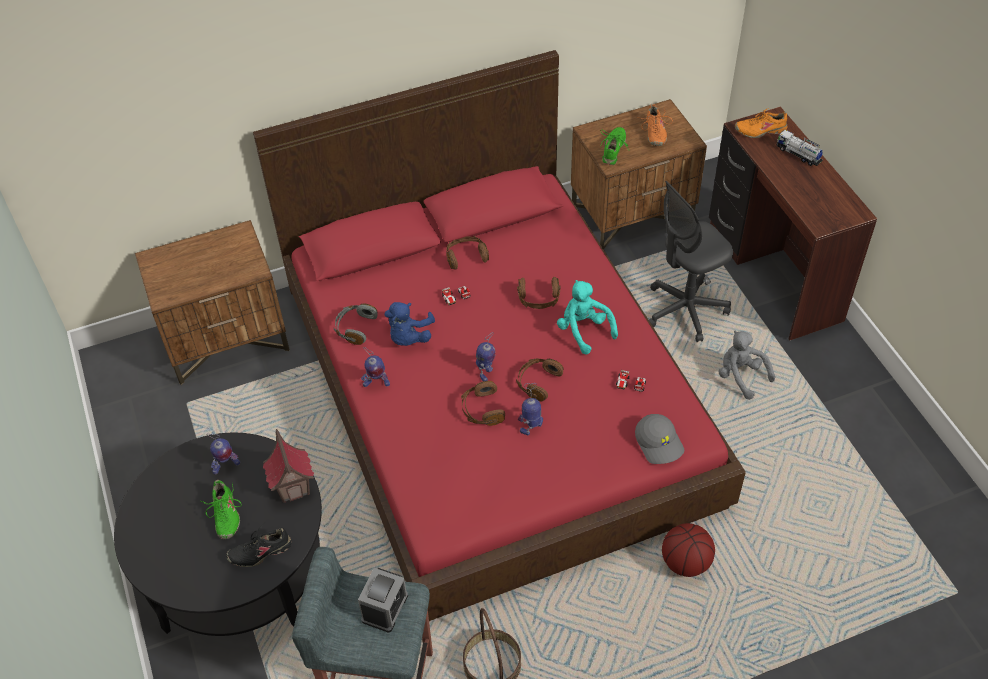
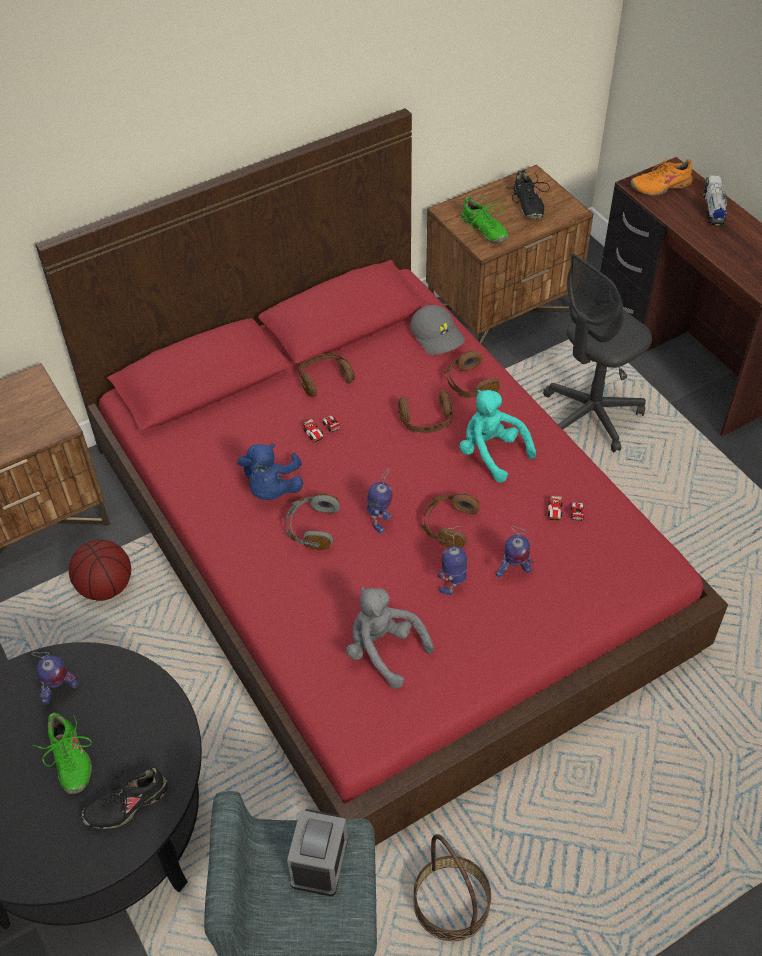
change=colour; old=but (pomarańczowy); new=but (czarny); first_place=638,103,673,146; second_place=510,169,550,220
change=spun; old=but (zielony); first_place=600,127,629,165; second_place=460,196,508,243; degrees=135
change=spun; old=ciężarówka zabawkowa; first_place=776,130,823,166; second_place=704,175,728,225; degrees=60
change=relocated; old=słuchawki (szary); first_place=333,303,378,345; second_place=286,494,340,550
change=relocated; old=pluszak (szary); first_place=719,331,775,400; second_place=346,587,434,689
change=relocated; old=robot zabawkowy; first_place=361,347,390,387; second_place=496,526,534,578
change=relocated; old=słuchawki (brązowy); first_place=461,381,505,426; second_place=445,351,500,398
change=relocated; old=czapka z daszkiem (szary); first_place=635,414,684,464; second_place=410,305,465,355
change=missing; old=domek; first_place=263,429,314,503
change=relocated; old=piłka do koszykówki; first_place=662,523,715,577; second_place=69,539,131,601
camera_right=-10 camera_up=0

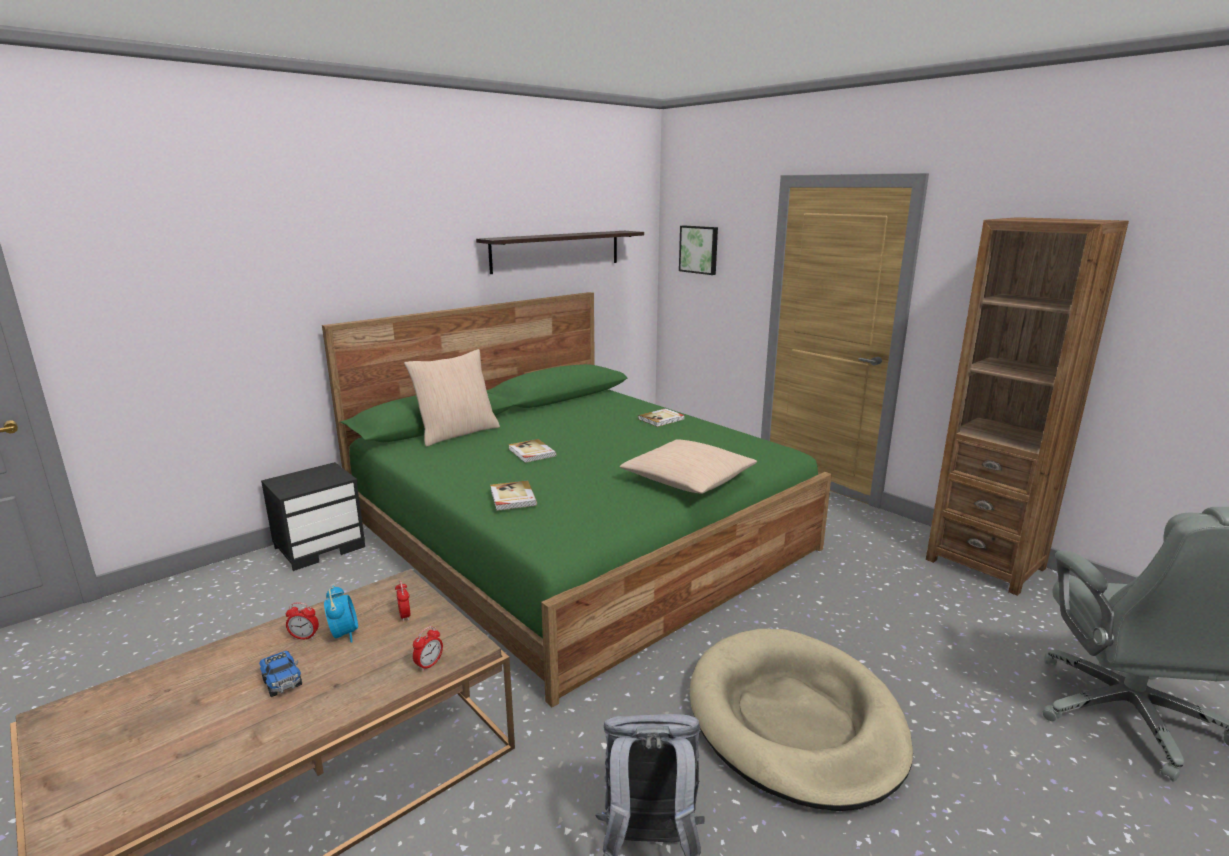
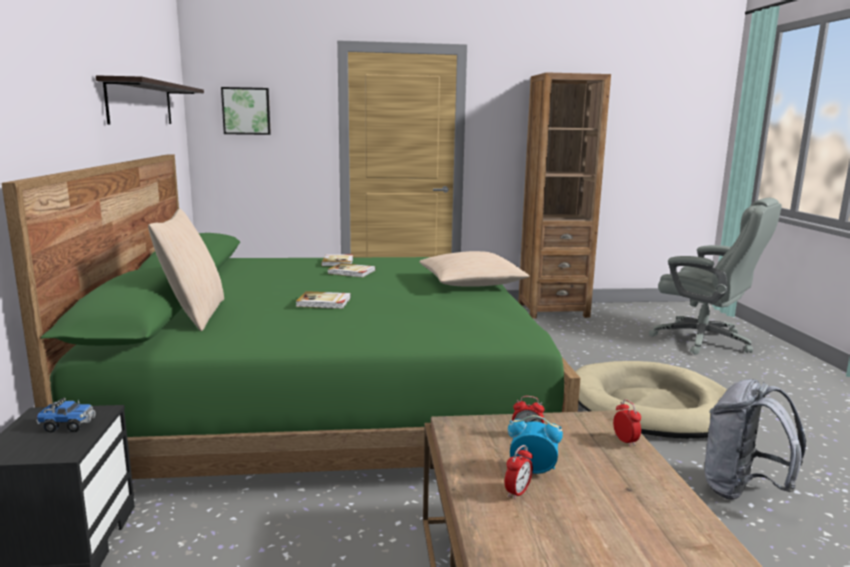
change=relocated; old=książka; first_place=490,481,537,511; second_place=327,263,376,277
change=relocated; old=ciężarówka zabawkowa; first_place=259,651,302,697; second_place=36,398,95,433
camera_right=-55 camera_up=-5

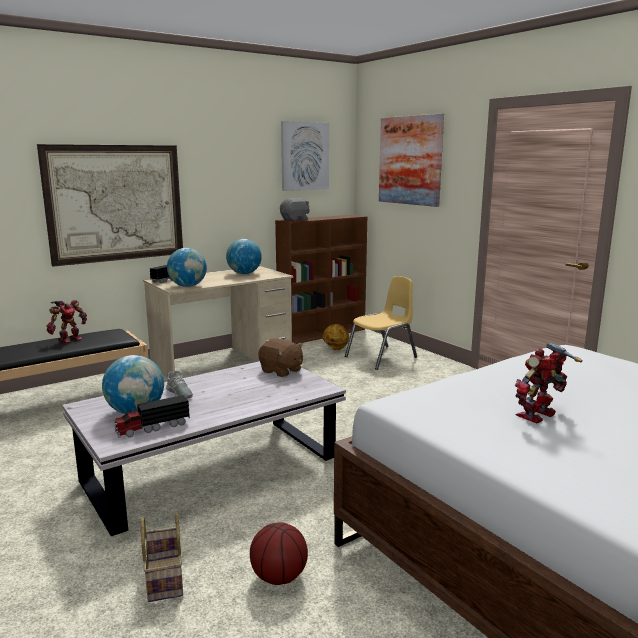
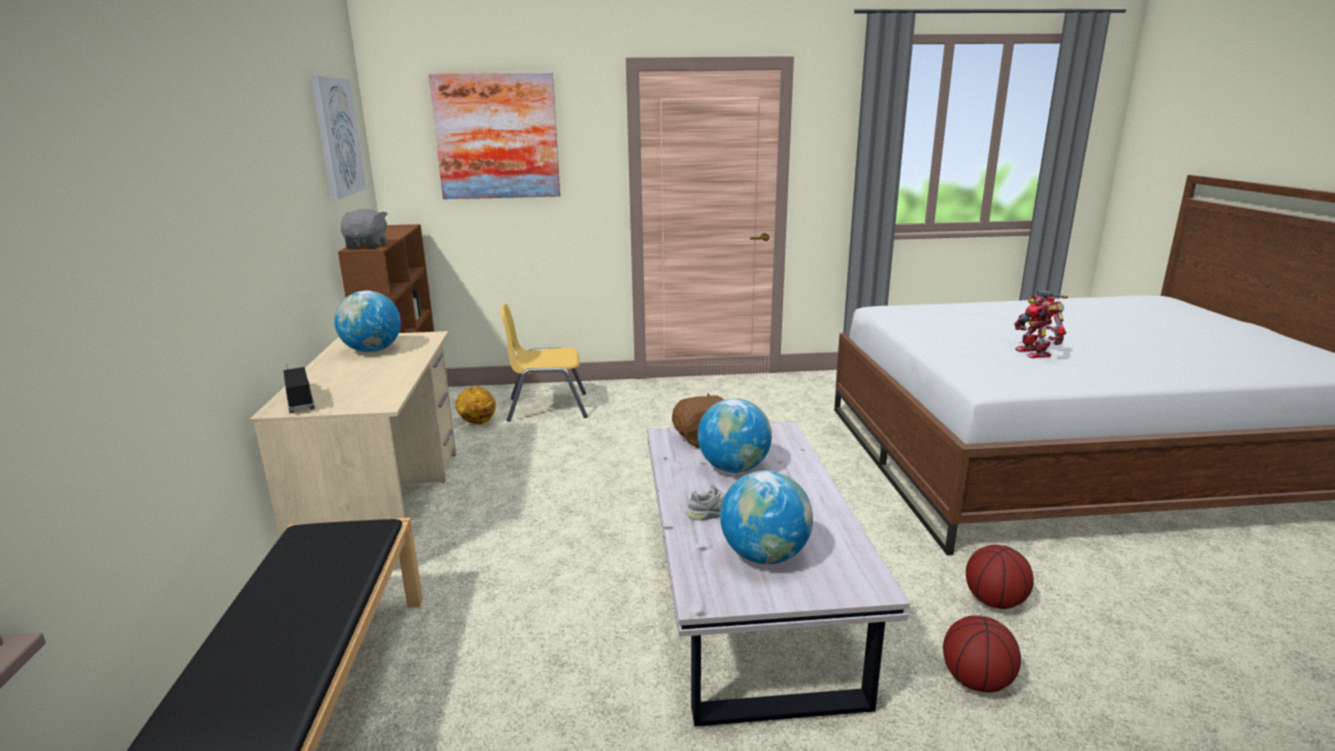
change=missing; old=obraz; first_place=37,144,183,267
change=relocated; old=globus; first_place=167,248,207,287; second_place=697,398,772,473
change=spun; old=krzesło (żółty); first_place=345,276,417,370; second_place=500,304,588,422; degrees=-90
change=missing; old=robot zabawkowy; first_place=46,300,87,343
change=missing; old=ciężarówka zabawkowa; first_place=113,395,190,438
change=exchanged; old=koszyk; new=piłka do koszykówki; first_place=141,512,183,602; second_place=943,615,1021,693
camera_right=-60 camera_up=5

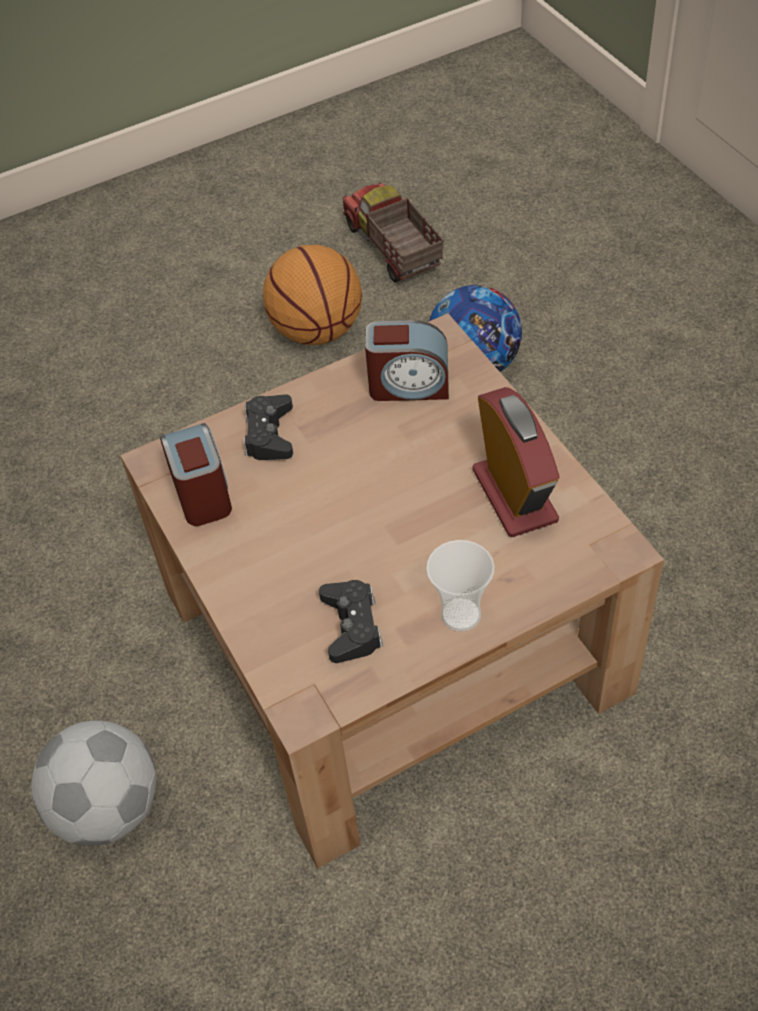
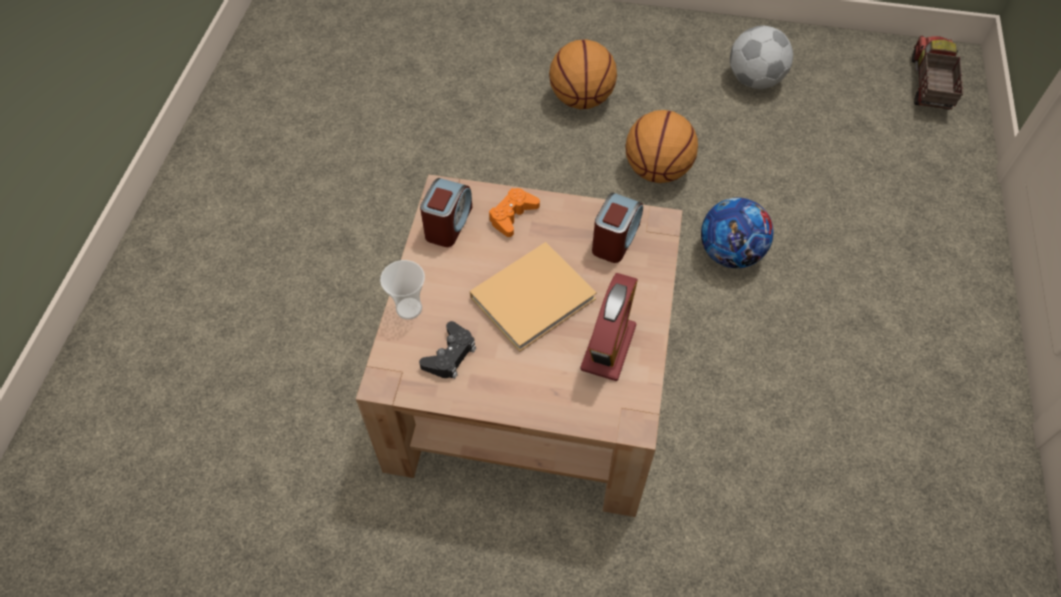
change=relocated; old=ciężarówka zabawkowa; first_place=343,183,444,283; second_place=912,36,963,110
change=spun; old=budzik; first_place=365,320,449,401; second_place=592,192,643,263; degrees=-105
change=colour; old=pad do gier (czarny); new=pad do gier (pomarańczowy); first_place=244,394,293,460; second_place=489,188,540,237
change=relocated; old=filiżanka; first_place=426,540,494,631; second_place=380,260,425,320
change=relocated; old=piłka futbolowa; first_place=31,720,157,846; second_place=730,26,793,89
change=appeared; new=piłka do koszykówki; second_place=549,39,617,109
change=appeared; new=książka (beżowy); second_place=470,242,597,352
camera_right=35 camera_up=5

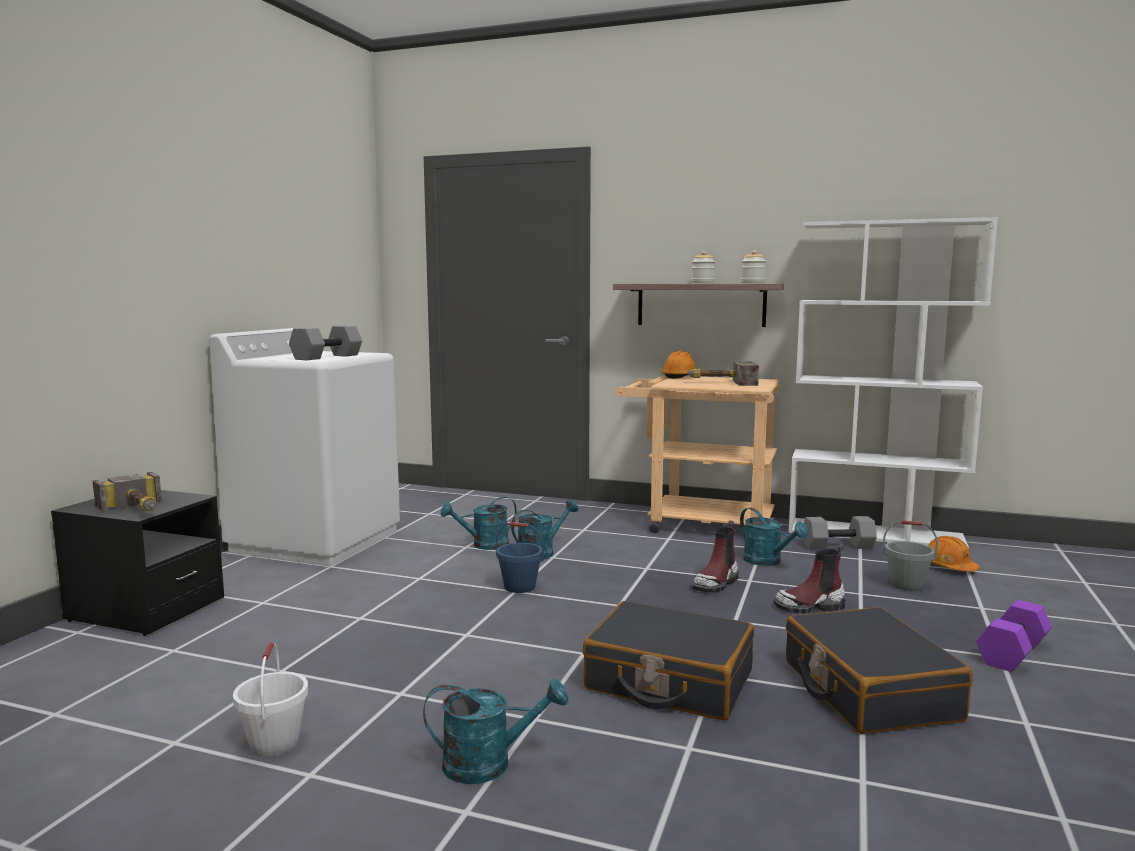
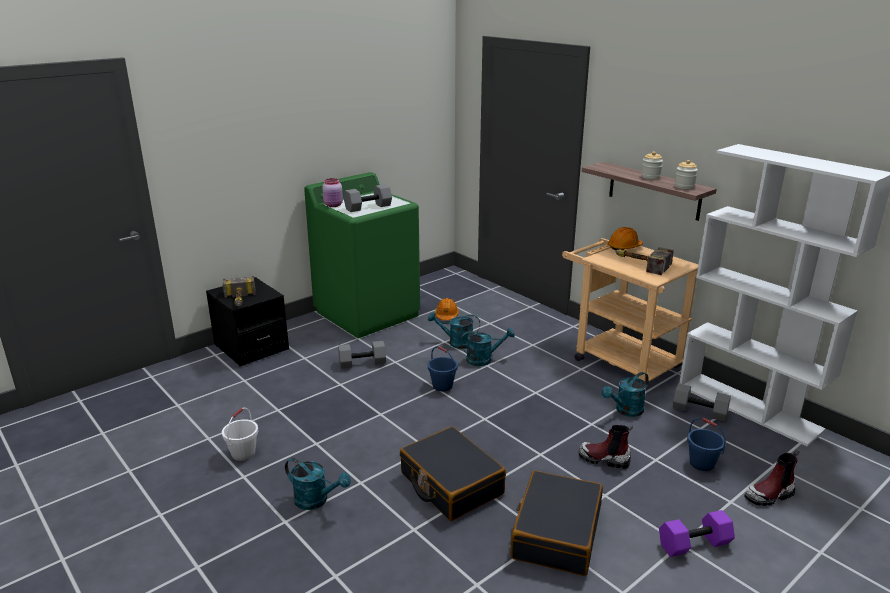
change=colour; old=pralka (biały); new=pralka (zielony); first_place=209,328,400,566; second_place=304,172,420,338
change=spun; old=konewka (turkusowy); first_place=740,508,808,566; second_place=602,372,649,417; degrees=60
change=relocated; old=but z cholewką; first_place=692,520,739,593; second_place=744,449,800,506
change=colour; old=wiadro (szary); new=wiadro (niebieski); first_place=882,520,938,591; second_place=687,418,726,471
change=relocated; old=kask (pomarańczowy); first_place=928,536,980,571; second_place=435,298,459,320
change=appeared; new=słoik (różowy); second_place=322,178,343,207
change=appeared; new=hantel (szary); second_place=338,341,386,369
camera_right=30 camera_up=15

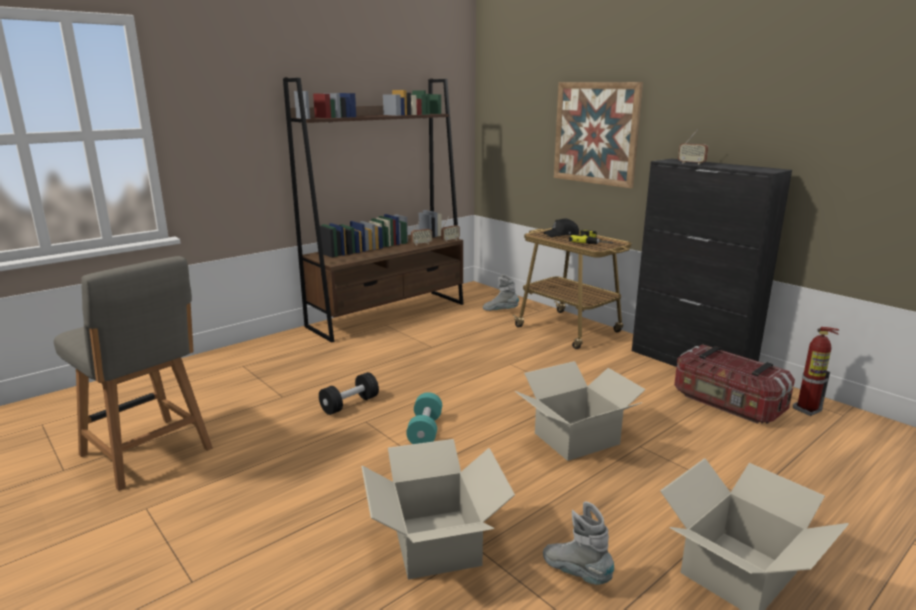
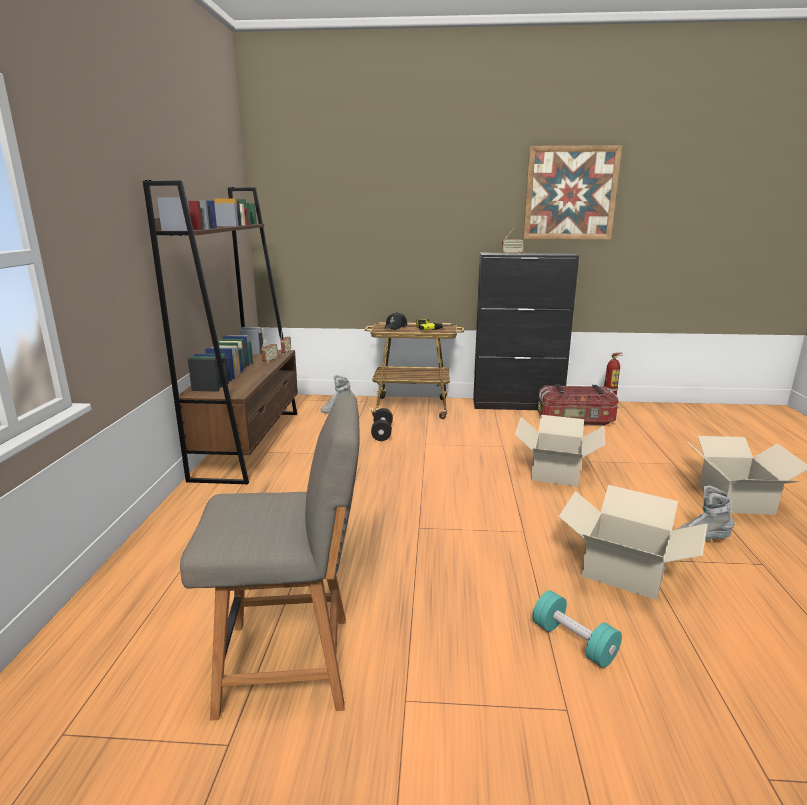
change=relocated; old=obraz; first_place=554,82,643,188; second_place=523,145,622,239
change=relocated; old=hantel (czarny); first_place=319,372,379,415; second_place=371,408,393,441
change=relocated; old=hantel (turkusowy); first_place=406,392,442,444; second_place=532,590,622,668
camera_right=-45 camera_up=0

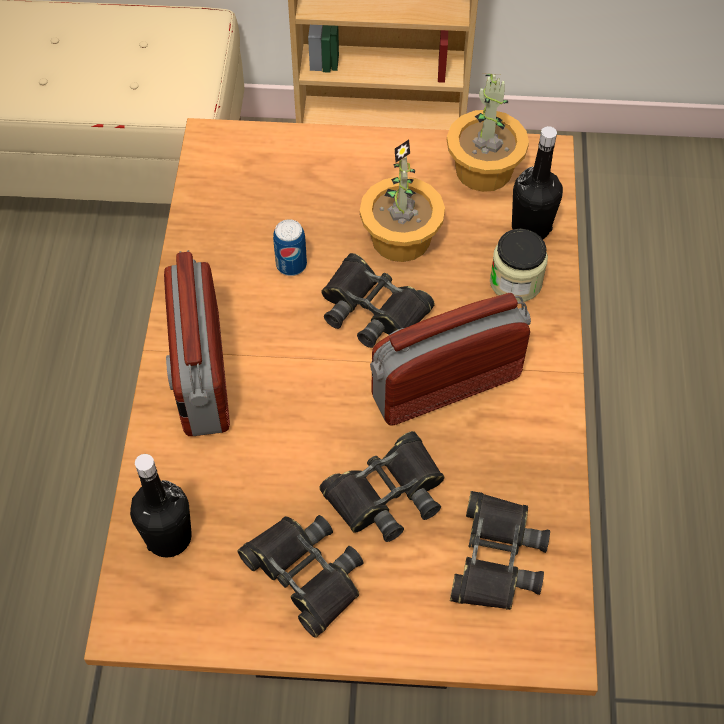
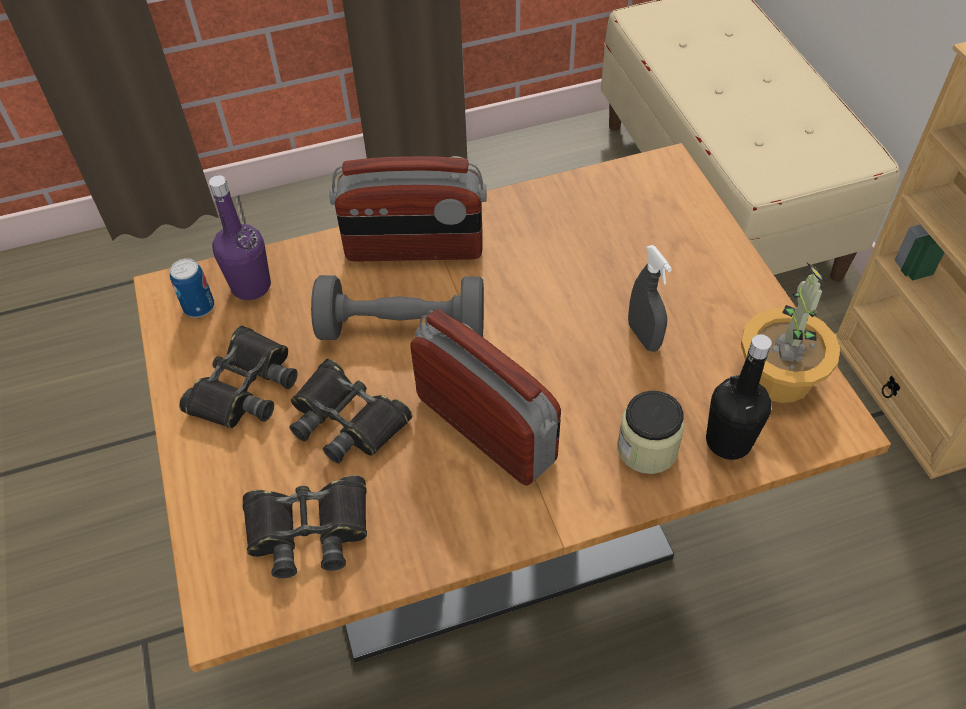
change=exchanged; old=roślina doniczkowa; new=spryskiwacz (szary); first_place=360,140,445,262; second_place=628,245,672,352
change=relocated; old=puszka; first_place=273,219,307,276; second_place=170,258,214,317
change=spun; old=radio; first_place=164,250,230,436; second_place=330,156,487,262; degrees=-150
change=missing; old=lornetka (czarny); first_place=321,253,435,348
change=colour; old=butelka (czarny); new=butelka (fioletowy); first_place=130,454,192,558; second_place=209,175,271,300
change=appeared; new=hantel (szary); second_place=311,275,484,340
camera_right=70 camera_up=-5

